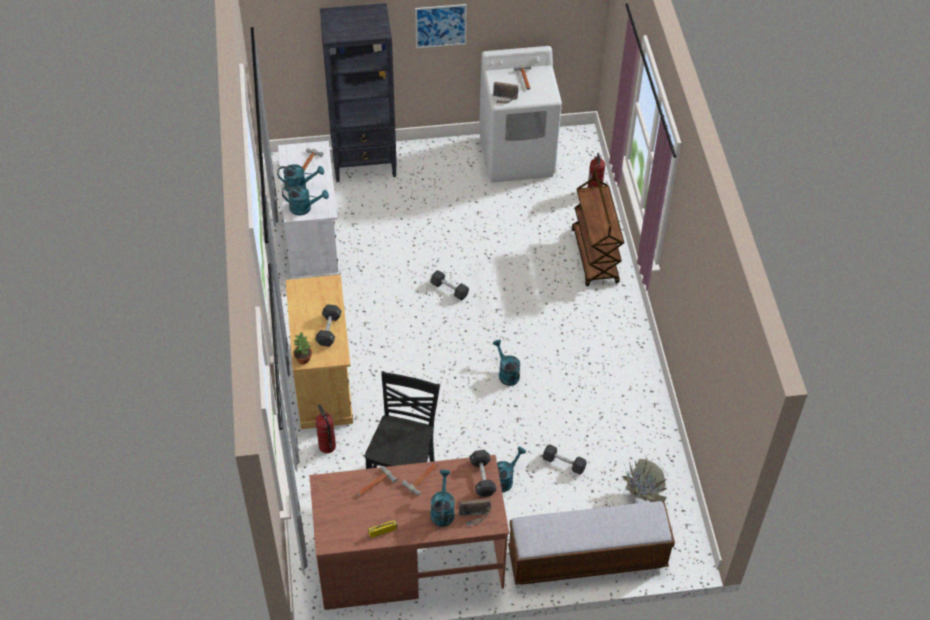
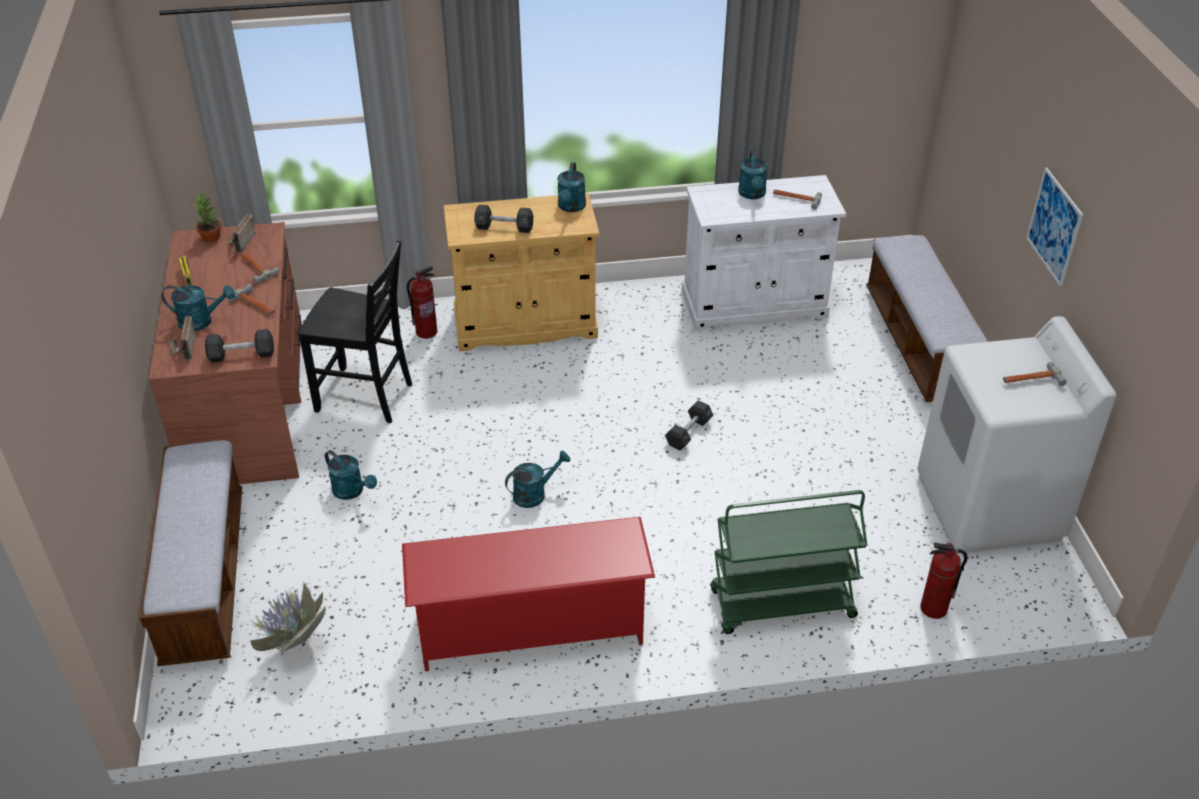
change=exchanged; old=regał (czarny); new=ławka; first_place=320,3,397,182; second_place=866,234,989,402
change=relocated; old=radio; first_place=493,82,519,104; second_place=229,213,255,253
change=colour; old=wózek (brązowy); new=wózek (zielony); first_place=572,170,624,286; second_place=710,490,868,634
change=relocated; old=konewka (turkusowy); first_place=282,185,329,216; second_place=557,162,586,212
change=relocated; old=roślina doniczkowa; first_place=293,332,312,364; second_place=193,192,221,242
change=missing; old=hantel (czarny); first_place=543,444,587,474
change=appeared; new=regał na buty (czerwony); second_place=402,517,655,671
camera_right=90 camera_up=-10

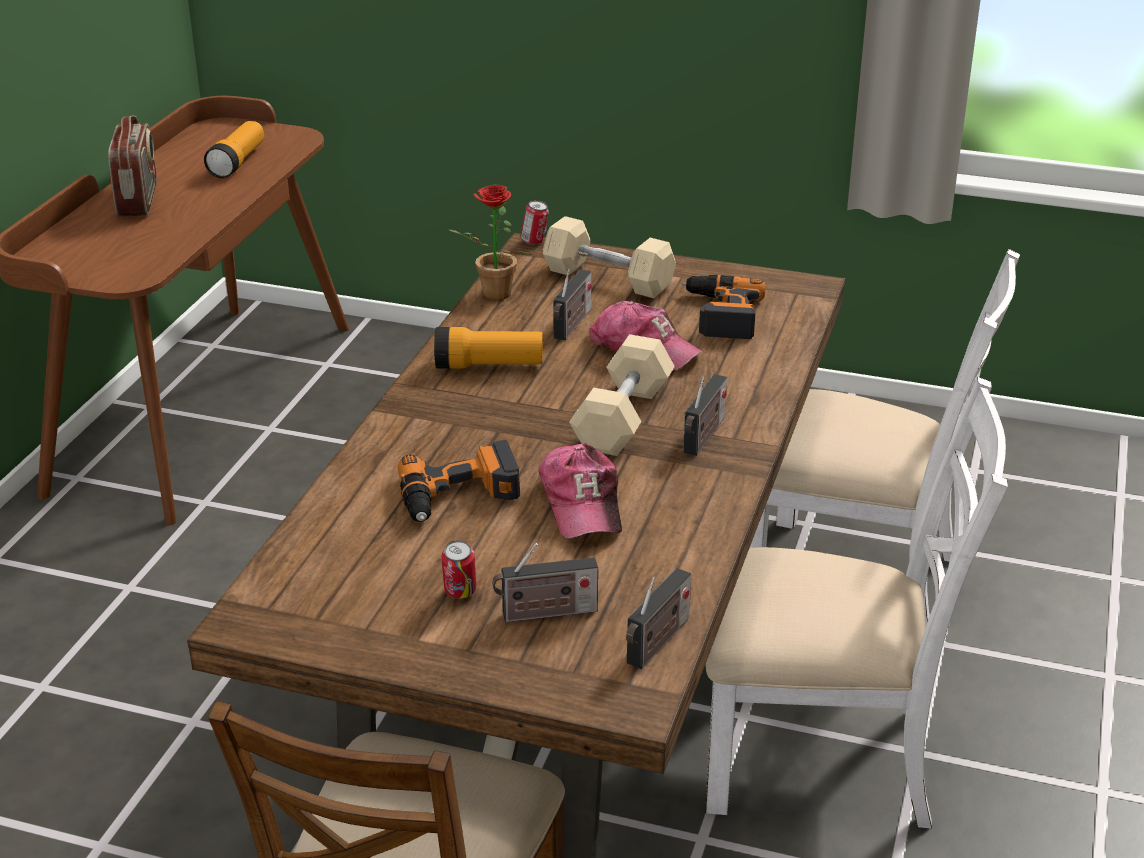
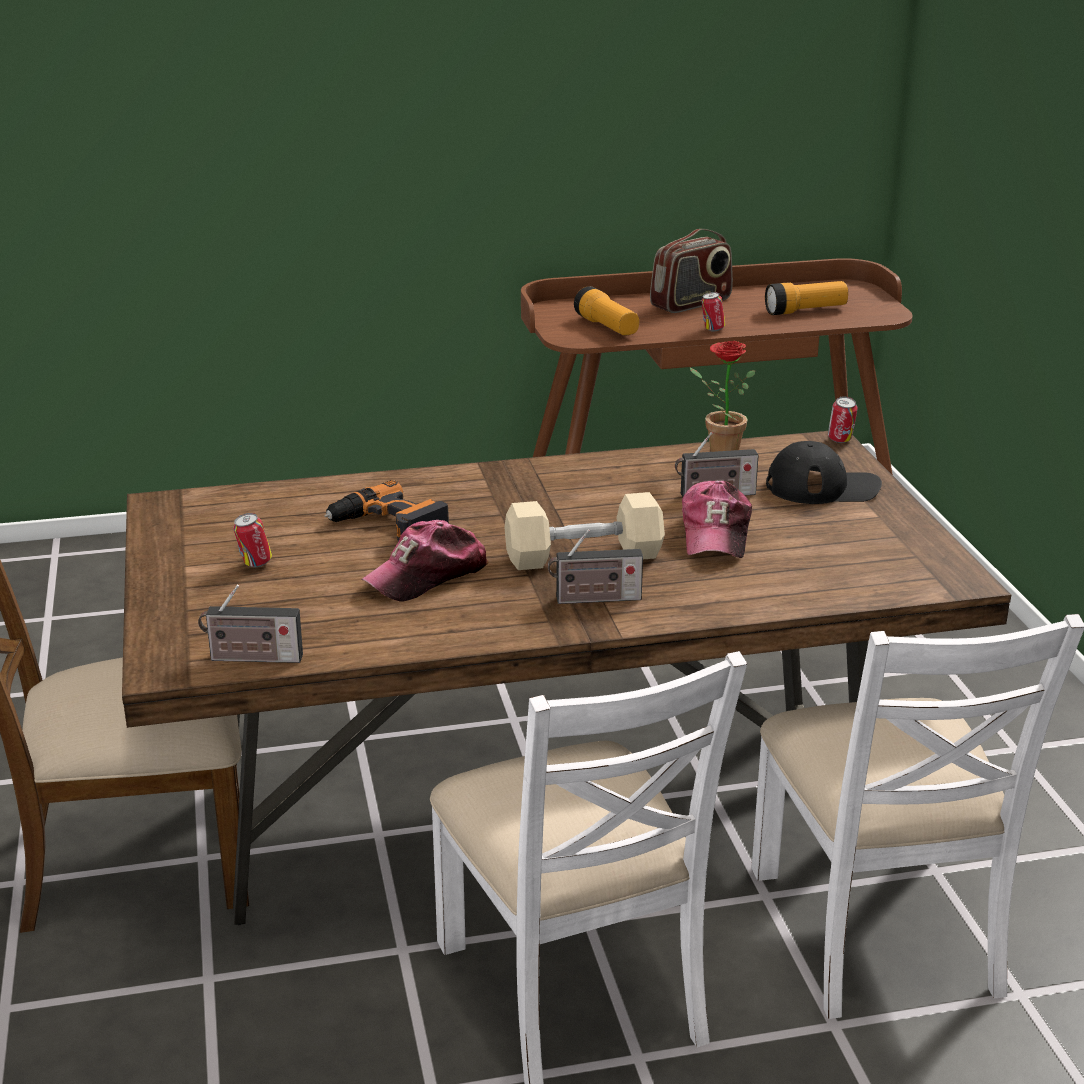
change=exchanged; old=hantel (beżowy); new=czapka z daszkiem (czarny); first_place=543,216,676,298; second_place=766,441,882,504
change=missing; old=wiertarka; first_place=682,275,766,339
change=relocated; old=latarka; first_place=434,327,543,369; second_place=574,286,639,336
change=missing; old=radio; first_place=492,543,598,622
change=appeared; new=puszka; second_place=702,292,725,332
camera_right=60 camera_up=-5

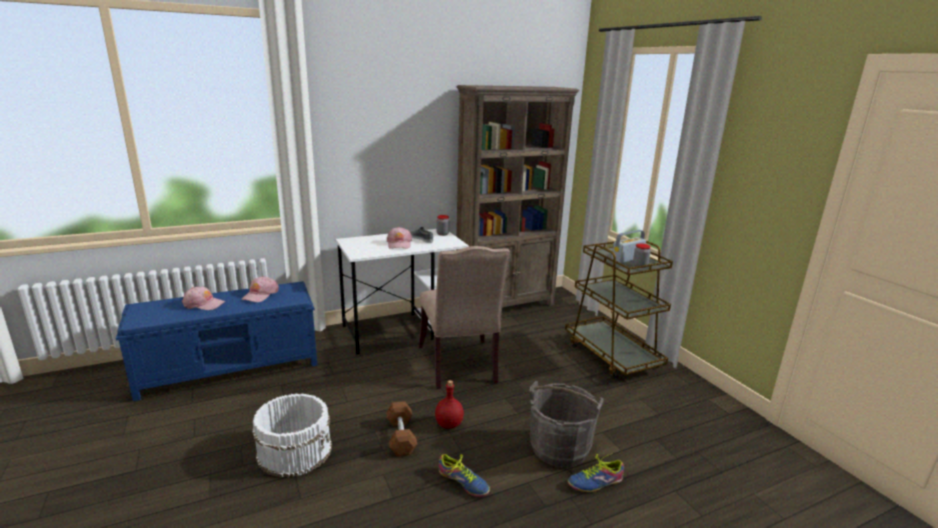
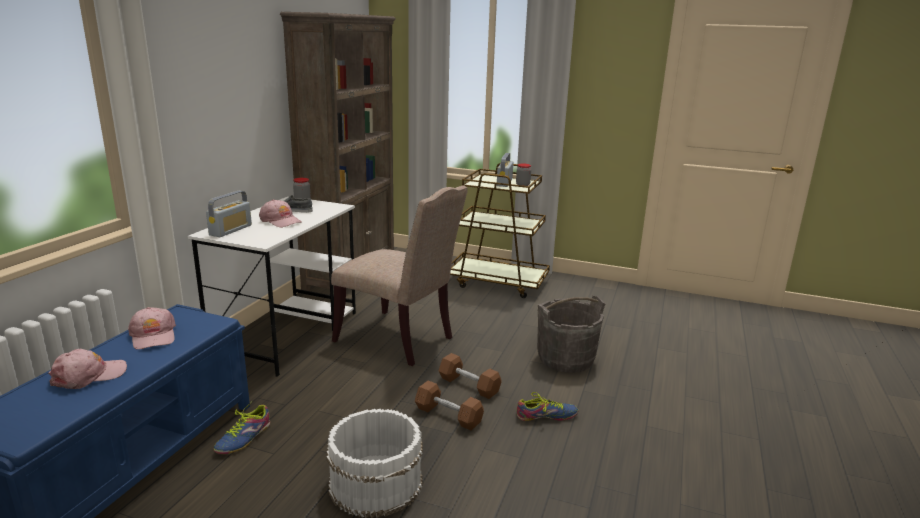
change=exchanged; old=butelka (czerwony); new=hantel (brązowy); first_place=435,380,464,429; second_place=439,353,502,399
change=relocated; old=but; first_place=568,453,624,492; second_place=213,403,270,454
change=appeared; new=radio; second_place=206,191,252,237
camera_right=-45 camera_up=0

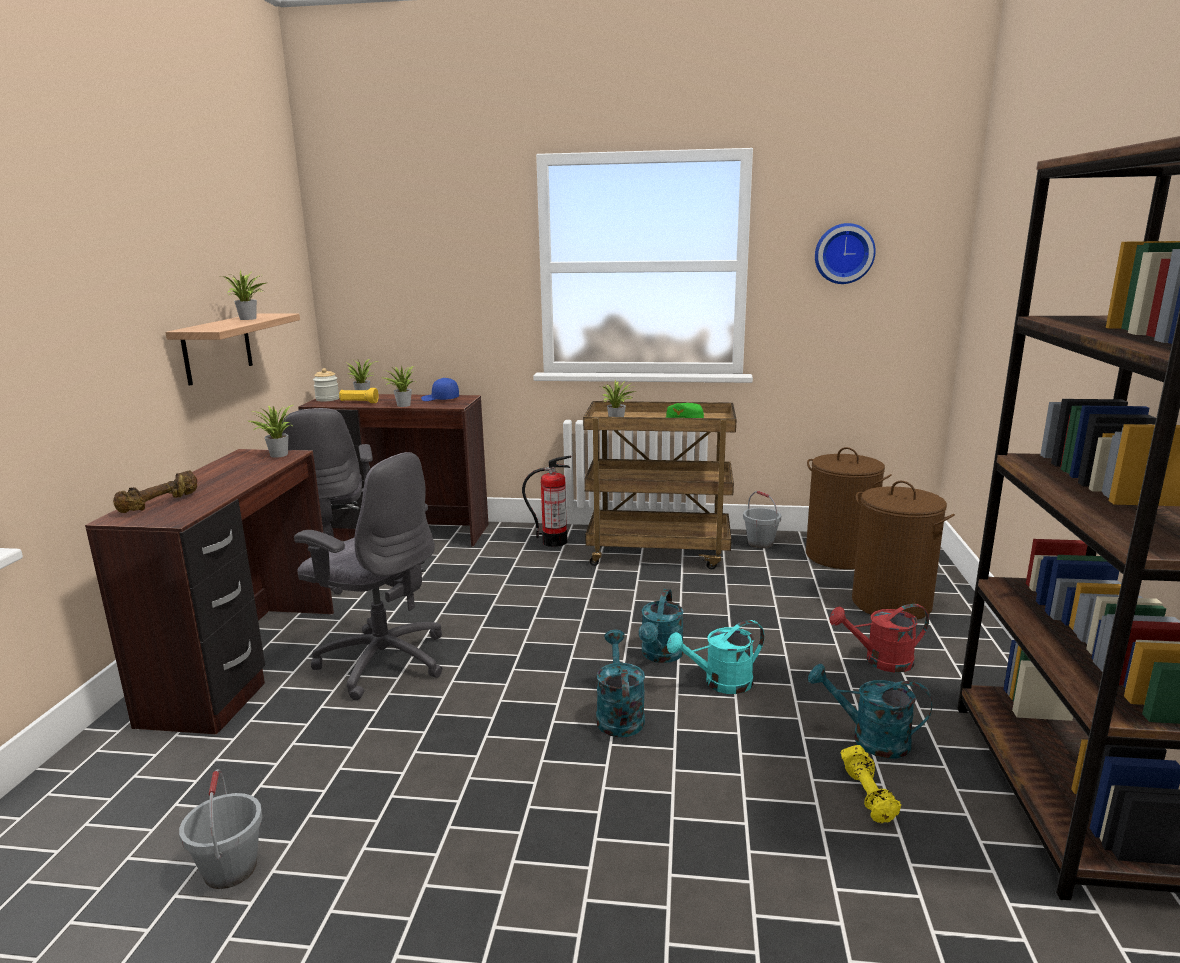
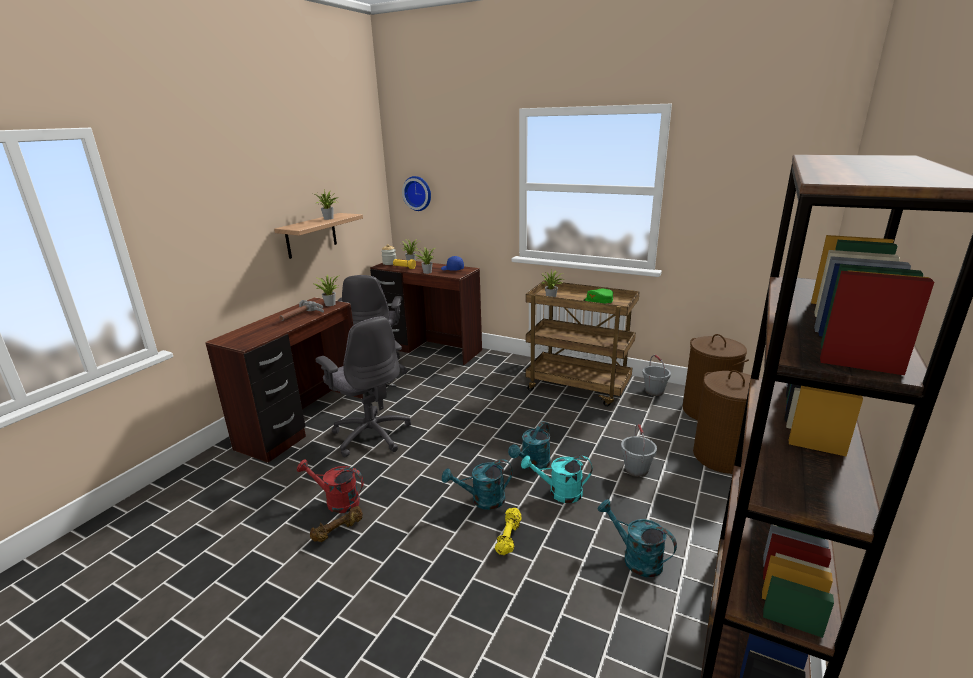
change=relocated; old=zegar ścienny; first_place=815,223,876,284; second_place=402,176,431,211
change=missing; old=gaśnica; first_place=522,456,571,547
change=relocated; old=hantel (brązowy); first_place=113,470,197,513; second_place=310,506,363,542
change=relocated; old=konewka (czerwony); first_place=829,604,929,673; second_place=297,459,364,513
change=spun; old=konewka (turkusowy); first_place=596,630,645,738; second_place=442,459,513,510; degrees=-120
change=relocated; old=hantel (żółty); first_place=841,745,901,823; second_place=495,508,522,555
change=relocated; old=wiadro (szary); first_place=179,769,262,889; second_place=621,424,657,477
change=appeared; new=młotek; second_place=279,300,324,321
camera_right=20 camera_up=5

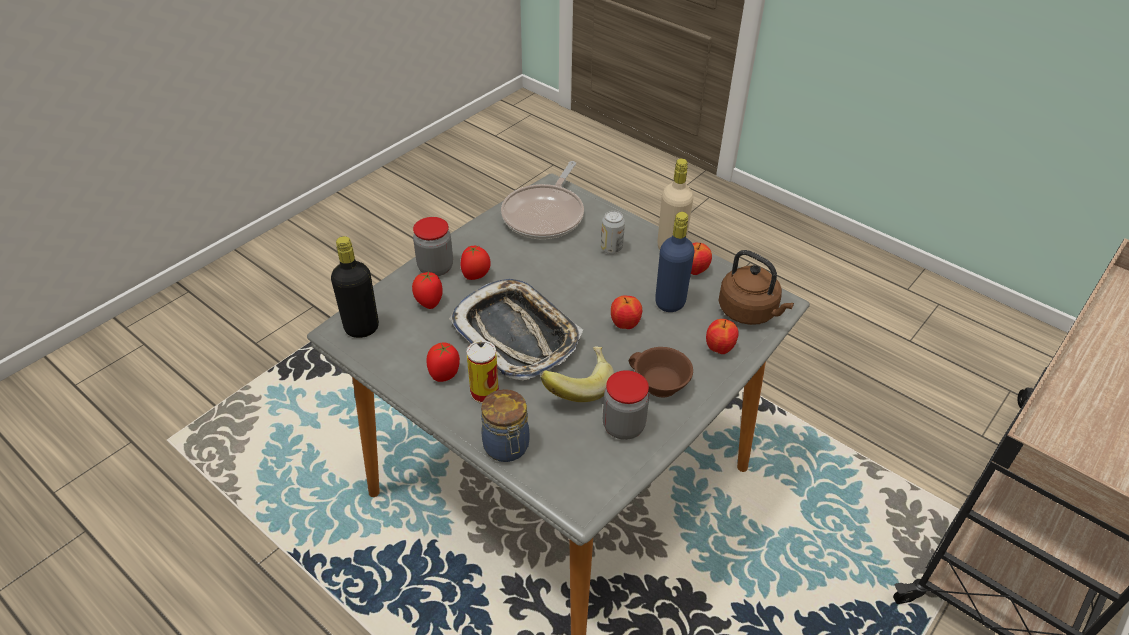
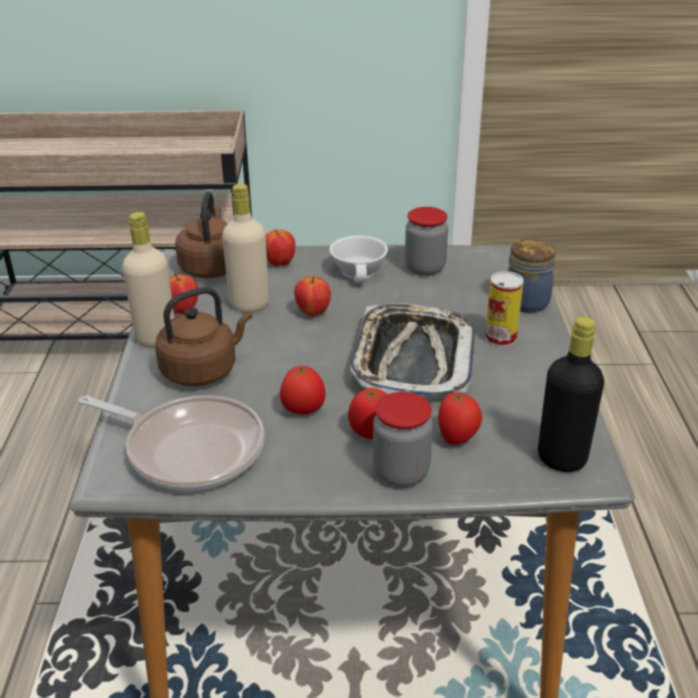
change=spun; old=patelnia; first_place=501,161,584,239; second_place=79,395,264,490; degrees=45
change=exchanged; old=puszka; new=czajnik (brązowy); first_place=601,211,625,254; second_place=155,287,252,386
change=colour; old=butelka (niebieski); new=butelka (beżowy); first_place=655,212,694,312; second_place=222,184,269,312
change=relocated; old=pomidor; first_place=426,342,460,382; second_place=280,365,326,414
change=missing; old=banan; first_place=540,346,614,402
change=colour; old=filiżanka (brązowy); new=filiżanka (biały); first_place=629,347,693,397; second_place=329,235,388,283
camera_right=-130 camera_up=-10

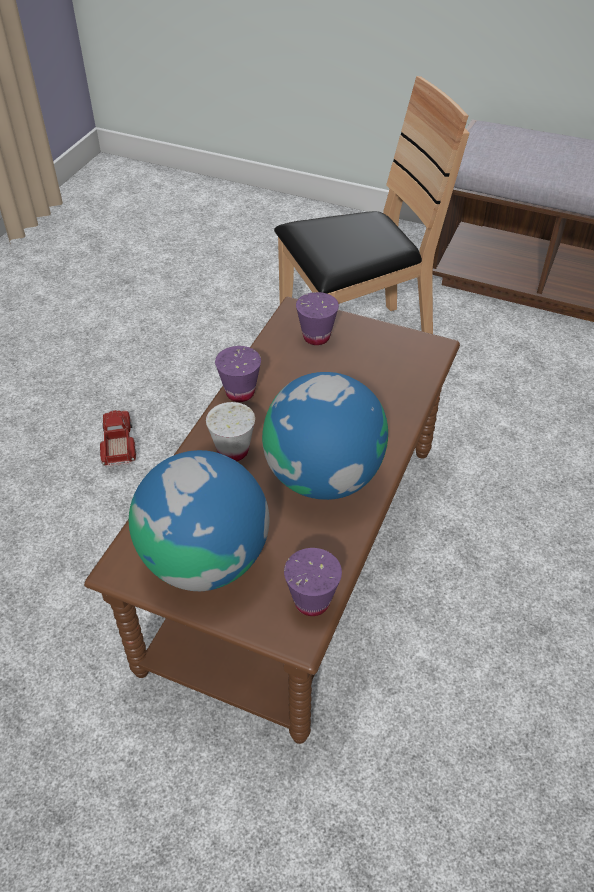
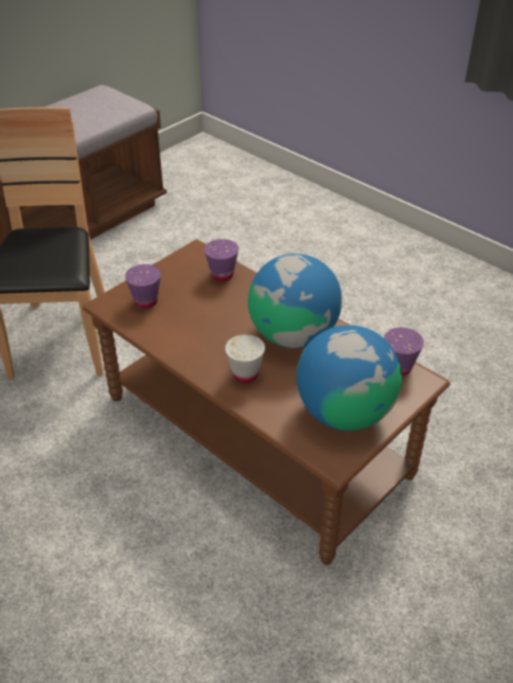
change=relocated; old=filiżanka (fioletowy); first_place=215,346,261,402; second_place=204,239,239,282
change=missing; old=ciężarówka zabawkowa; first_place=100,410,136,467
camera_right=-70 camera_up=-5

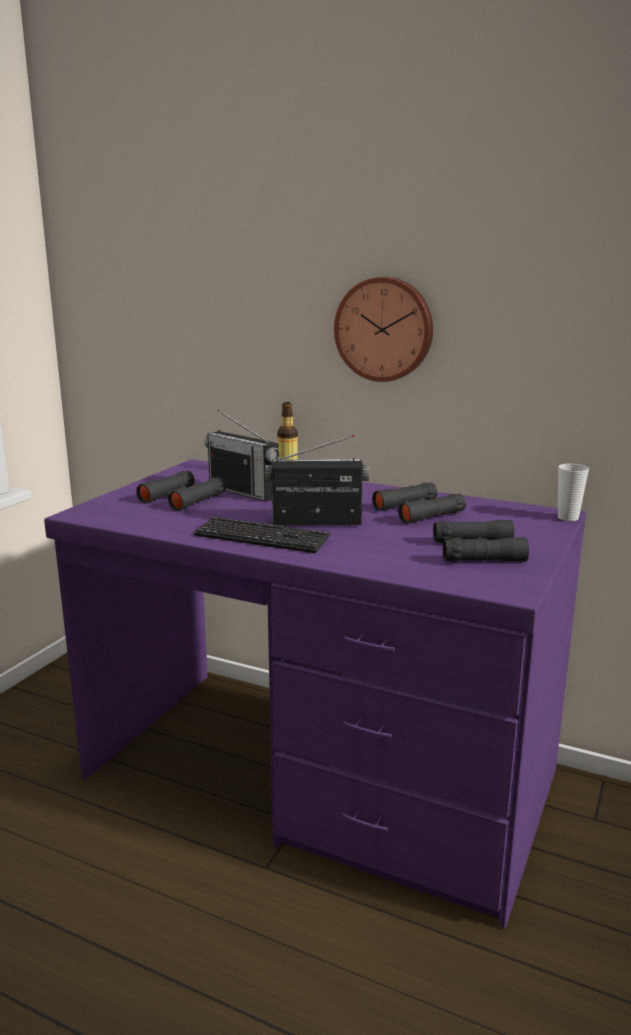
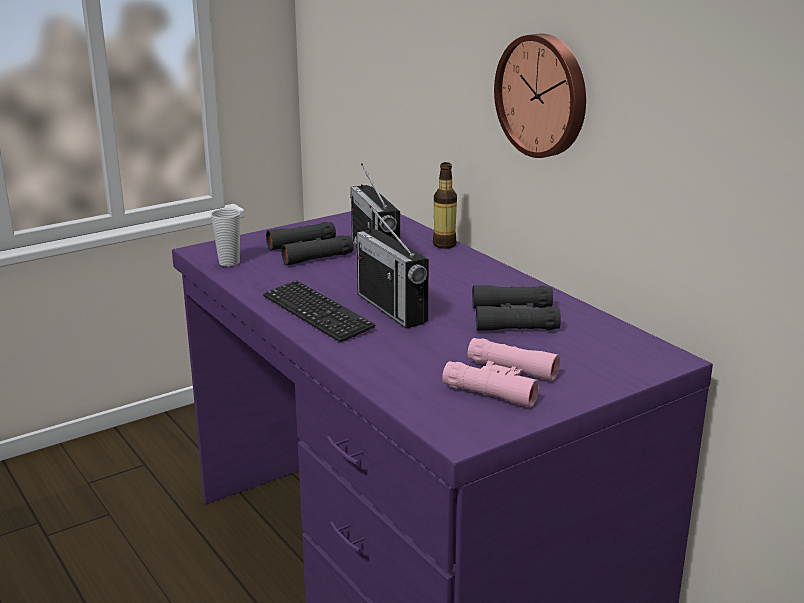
change=spun; old=radio; first_place=265,435,369,527; second_place=354,205,429,329; degrees=-150
change=relocated; old=filiżanka; first_place=558,464,589,521; second_place=211,208,241,267
change=colour; old=lornetka (czarny); new=lornetka (różowy); first_place=433,520,529,562; second_place=442,338,560,407
camera_right=30 camera_up=5

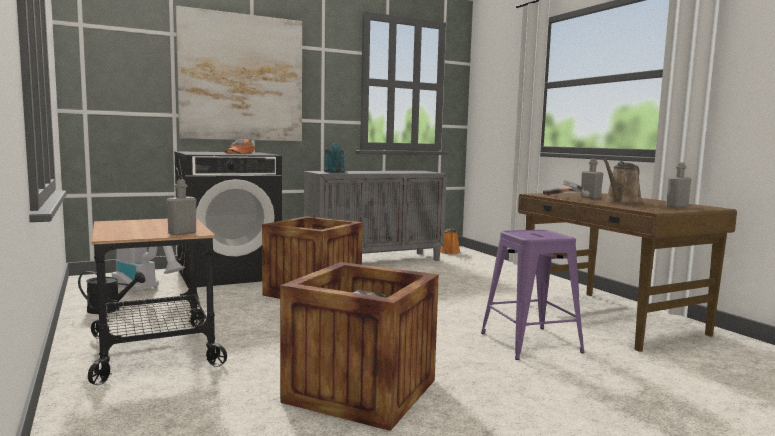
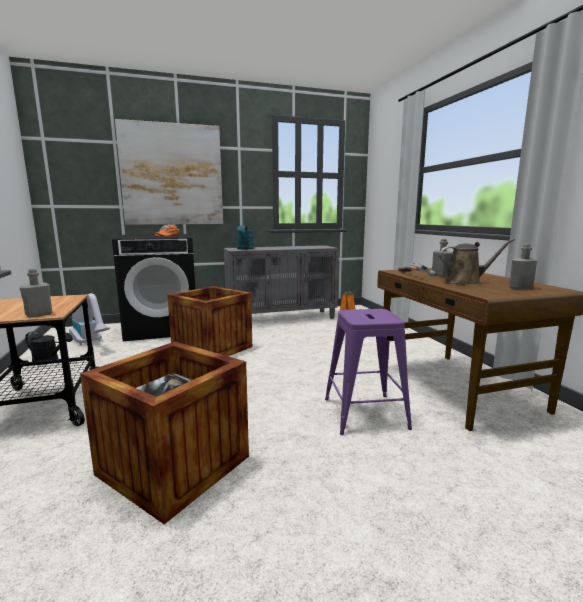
change=spun; old=konewka (brązowy); first_place=602,158,643,204; second_place=439,239,515,285; degrees=-150
camera_right=10 camera_up=5

